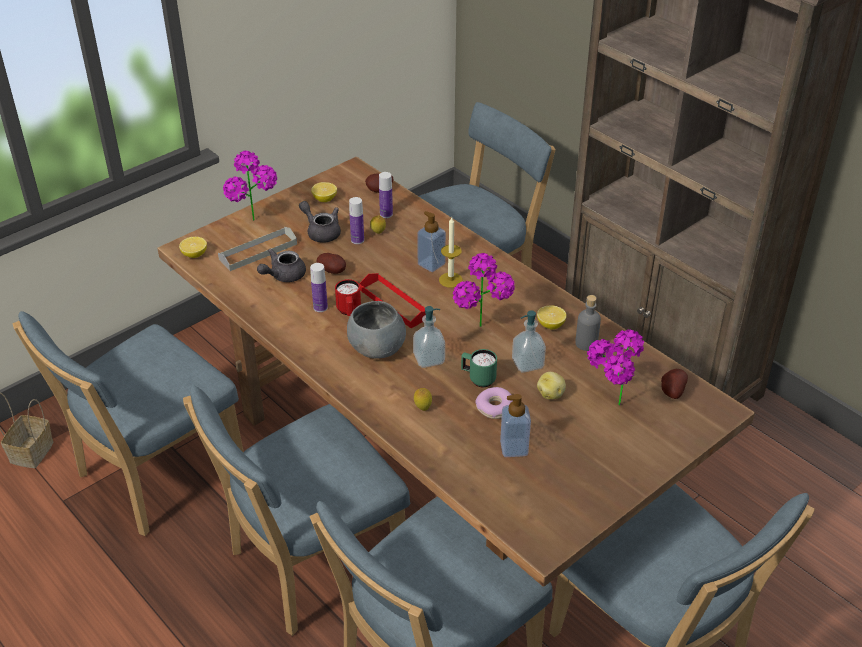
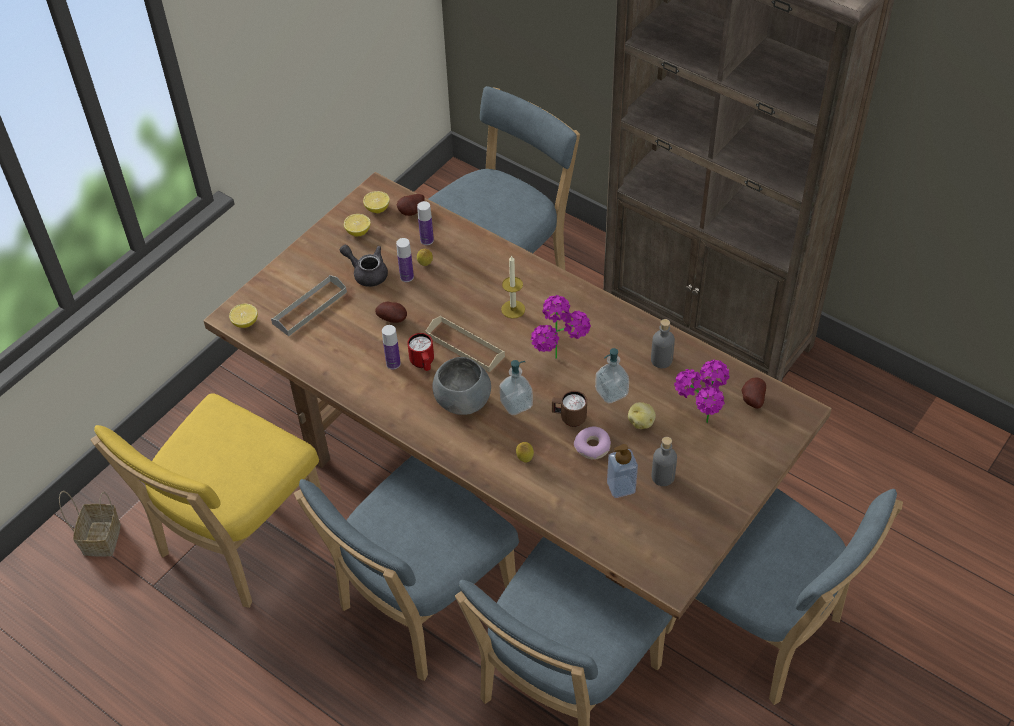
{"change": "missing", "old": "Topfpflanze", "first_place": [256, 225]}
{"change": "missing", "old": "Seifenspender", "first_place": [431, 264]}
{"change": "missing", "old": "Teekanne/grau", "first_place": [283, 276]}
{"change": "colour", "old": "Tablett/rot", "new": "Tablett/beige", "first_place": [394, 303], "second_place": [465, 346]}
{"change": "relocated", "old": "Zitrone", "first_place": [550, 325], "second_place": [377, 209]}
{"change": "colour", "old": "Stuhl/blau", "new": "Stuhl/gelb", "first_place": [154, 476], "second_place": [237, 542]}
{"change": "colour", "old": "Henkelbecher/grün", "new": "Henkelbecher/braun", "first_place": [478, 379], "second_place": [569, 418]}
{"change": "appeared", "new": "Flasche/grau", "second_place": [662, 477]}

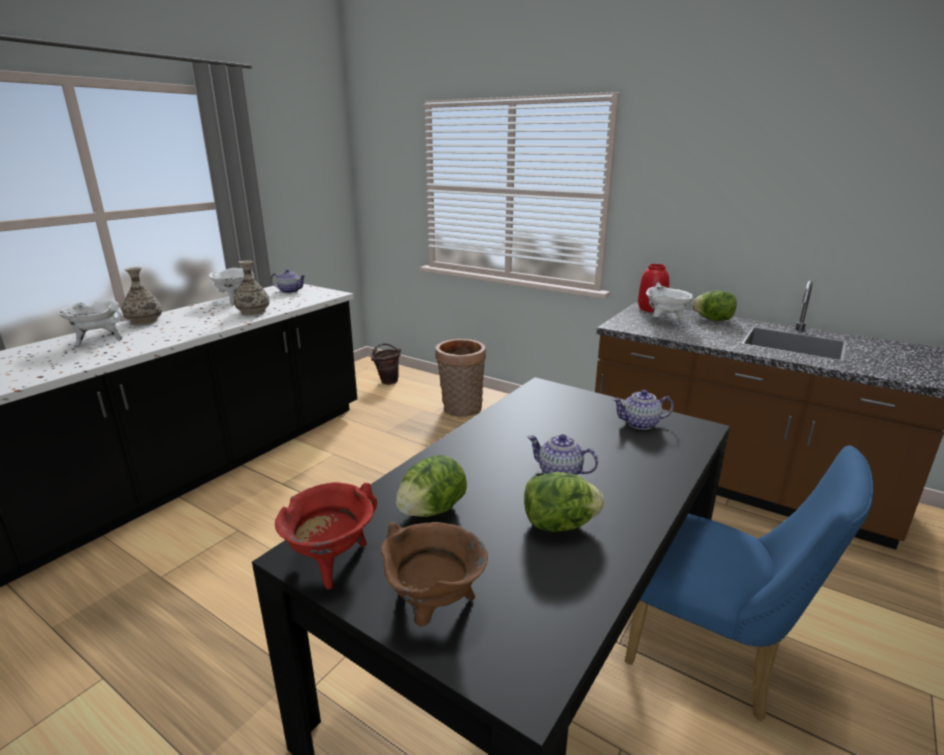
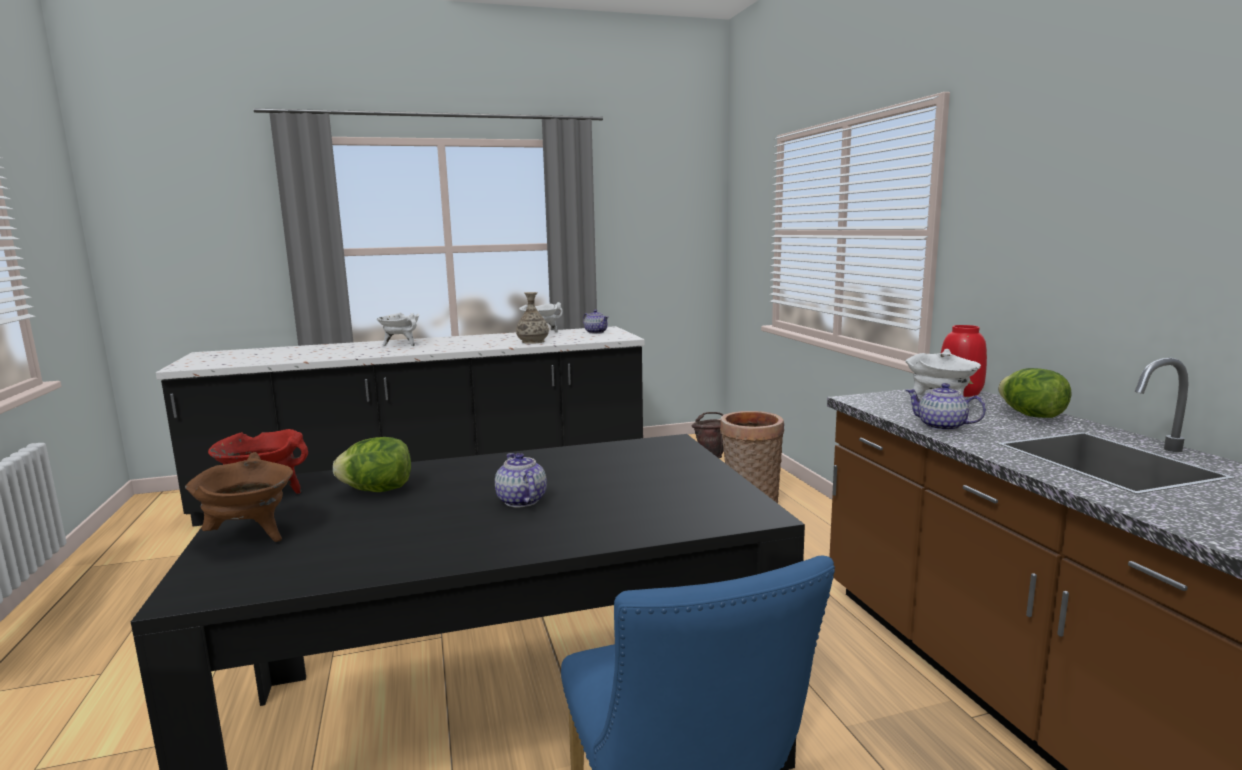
{"change": "missing", "old": "Vase", "first_place": [144, 321]}
{"change": "relocated", "old": "Teekanne", "first_place": [641, 424], "second_place": [942, 426]}
{"change": "missing", "old": "Salatkopf", "first_place": [559, 524]}

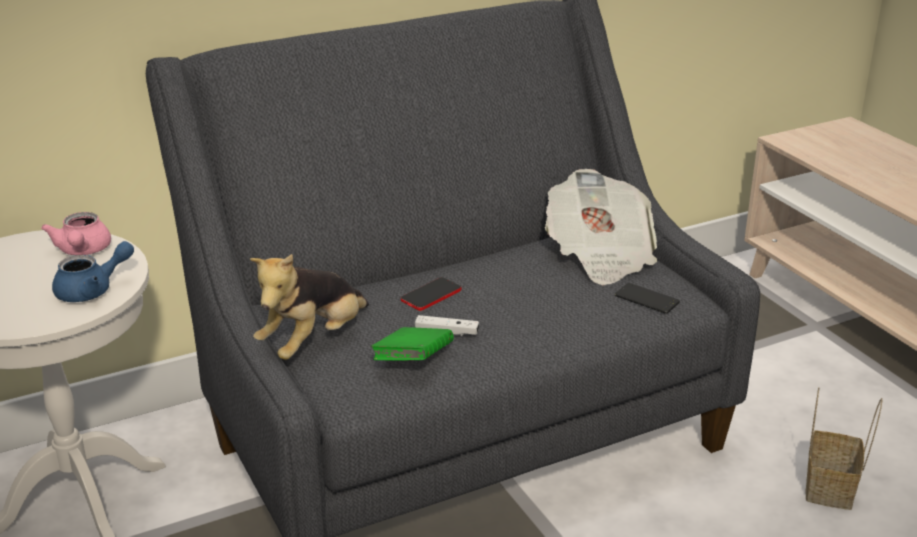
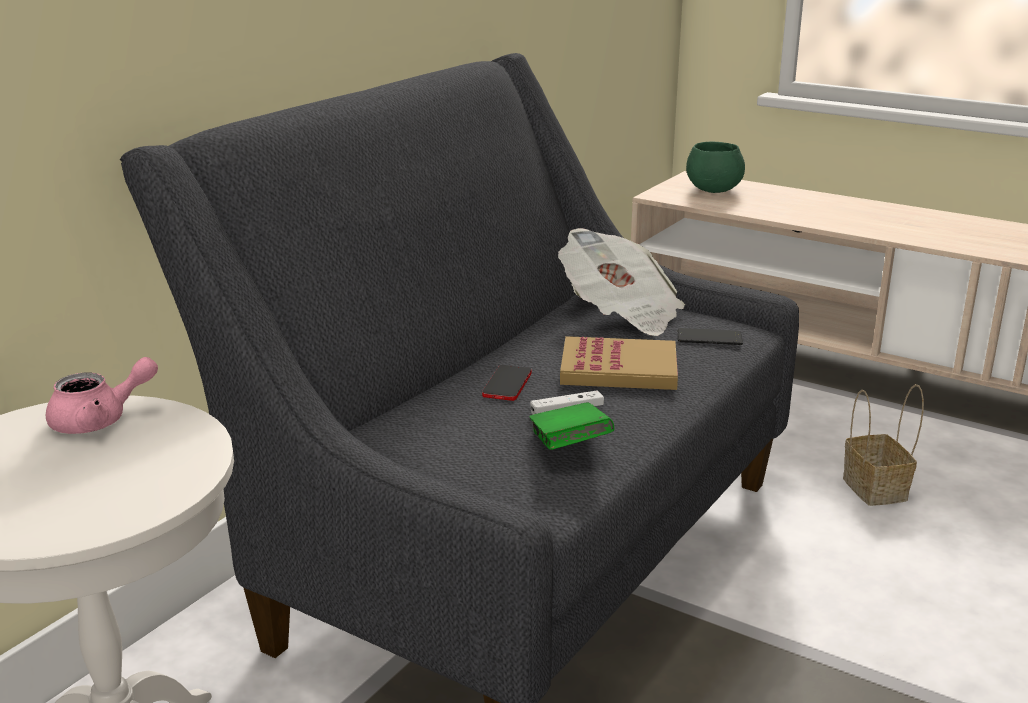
{"change": "spun", "old": "Teekanne/rosa", "first_place": [82, 251], "second_place": [100, 420], "degrees": -75}
{"change": "missing", "old": "Teekanne/blau", "first_place": [92, 290]}
{"change": "missing", "old": "Plüschtier", "first_place": [313, 342]}
{"change": "appeared", "new": "Schüssel/grün", "second_place": [714, 190]}
{"change": "appeared", "new": "Buch", "second_place": [618, 369]}

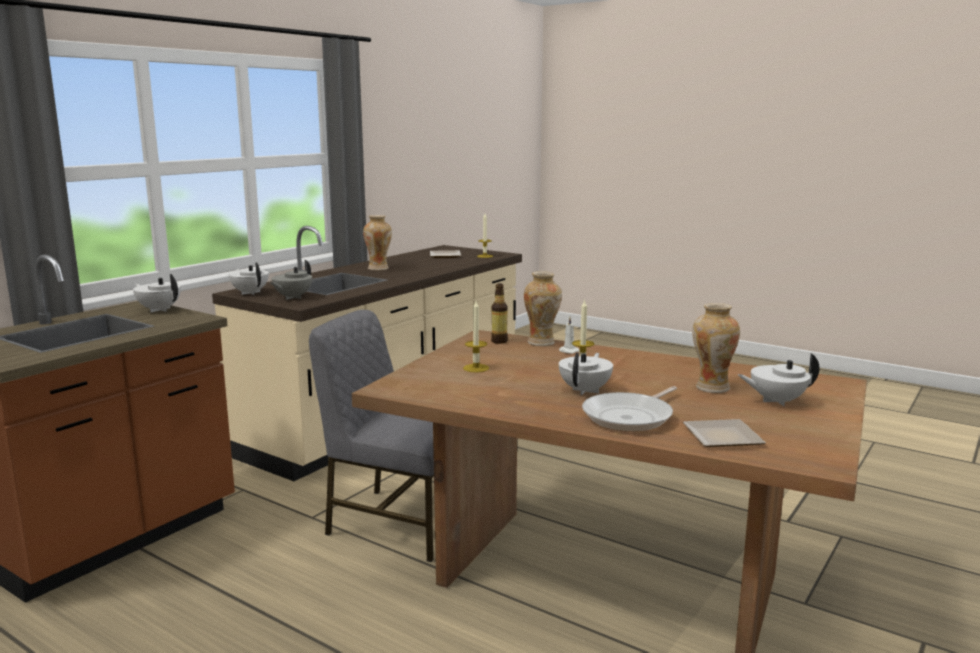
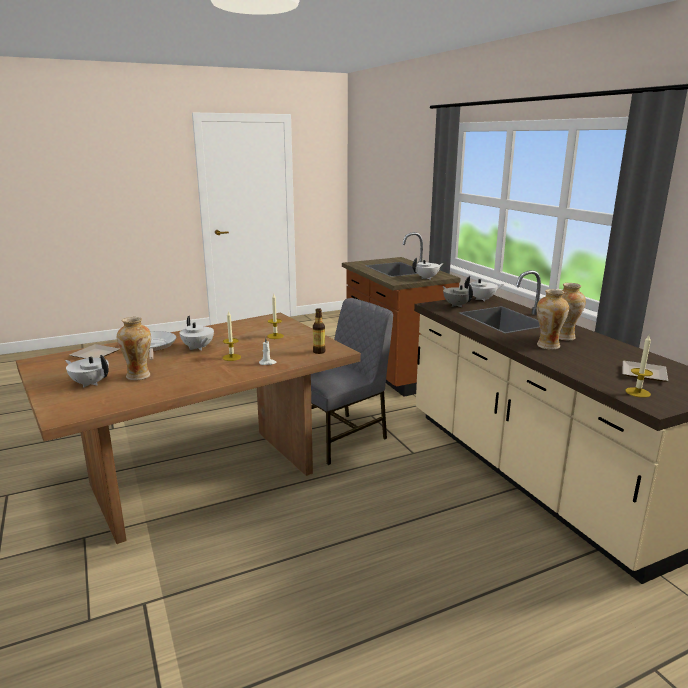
{"change": "relocated", "old": "Vase", "first_place": [541, 343], "second_place": [547, 346]}
{"change": "spun", "old": "Teekanne/weiß", "first_place": [776, 401], "second_place": [90, 383], "degrees": -90}

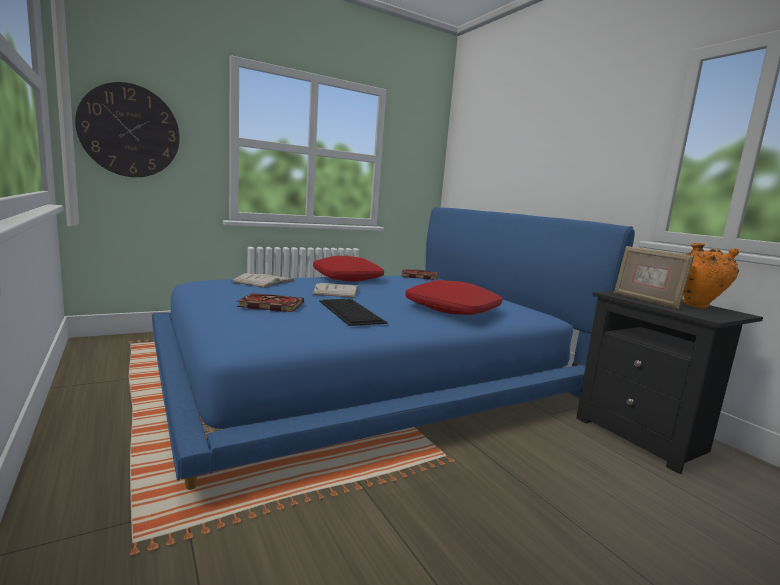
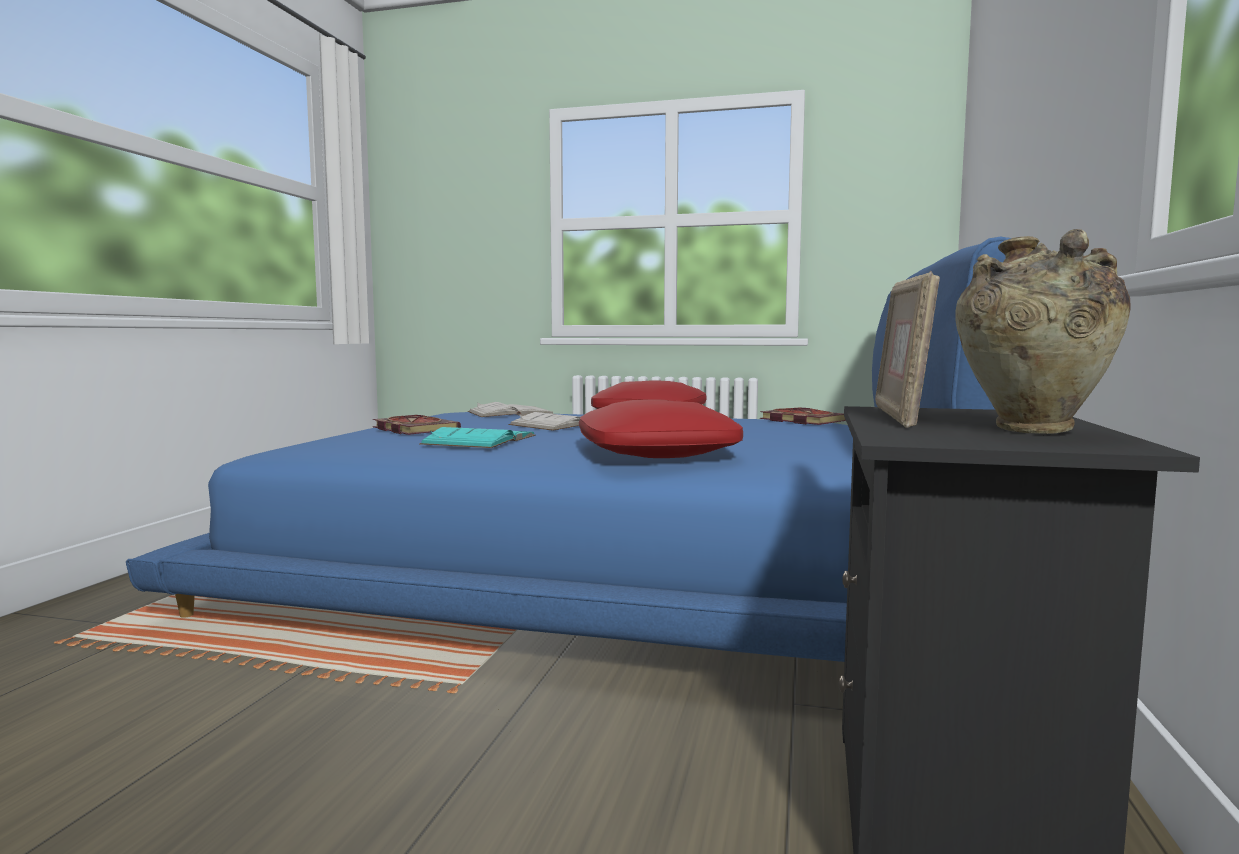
{"change": "missing", "old": "Wanduhr", "first_place": [130, 131]}
{"change": "colour", "old": "Vase/orange", "new": "Vase/beige", "first_place": [698, 307], "second_place": [1031, 431]}
{"change": "exchanged", "old": "Tastatur", "new": "Buch/türkis", "first_place": [350, 311], "second_place": [480, 440]}

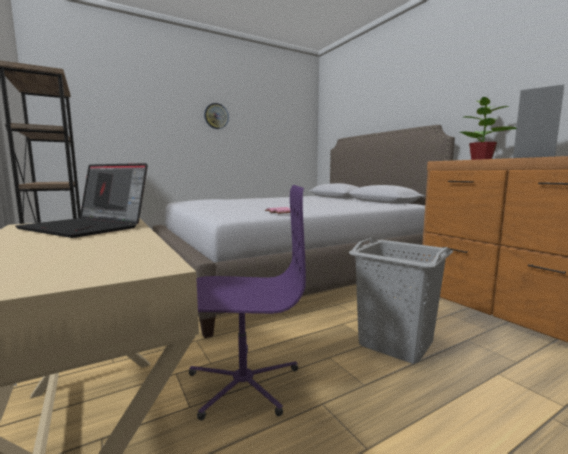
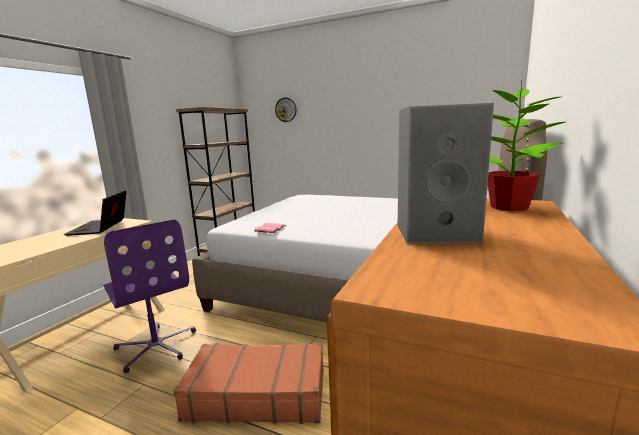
{"change": "relocated", "old": "Wanduhr", "first_place": [216, 116], "second_place": [286, 109]}
{"change": "exchanged", "old": "Wäschekorb/grau", "new": "Koffer/braun", "first_place": [396, 343], "second_place": [257, 393]}

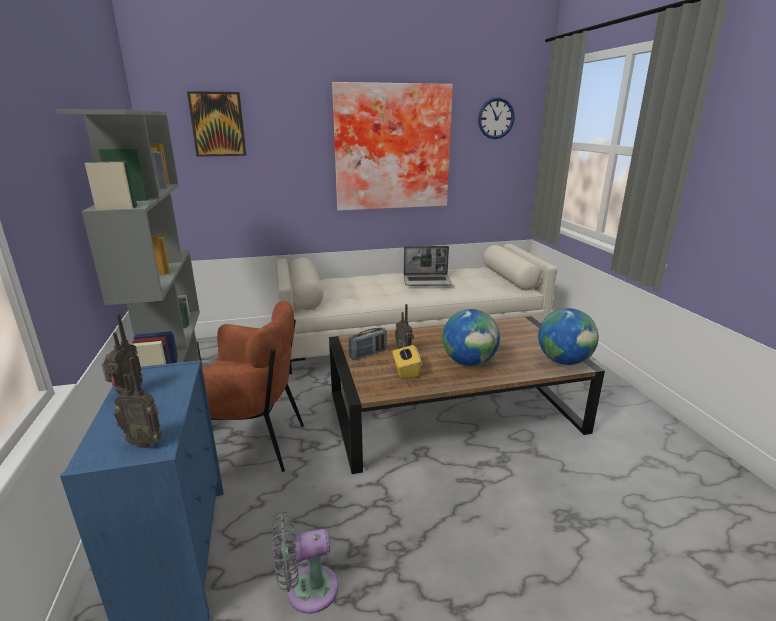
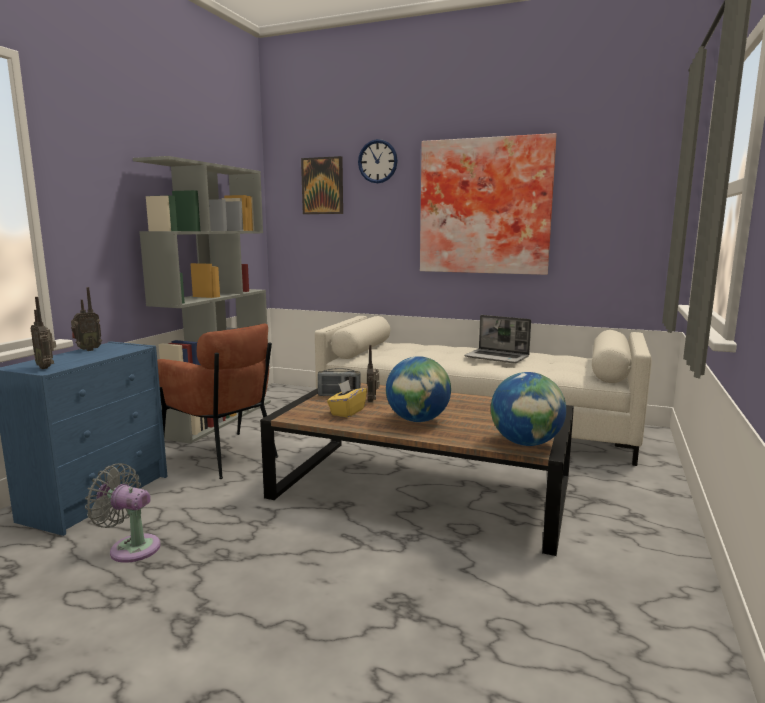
{"change": "relocated", "old": "Wanduhr", "first_place": [496, 118], "second_place": [377, 161]}

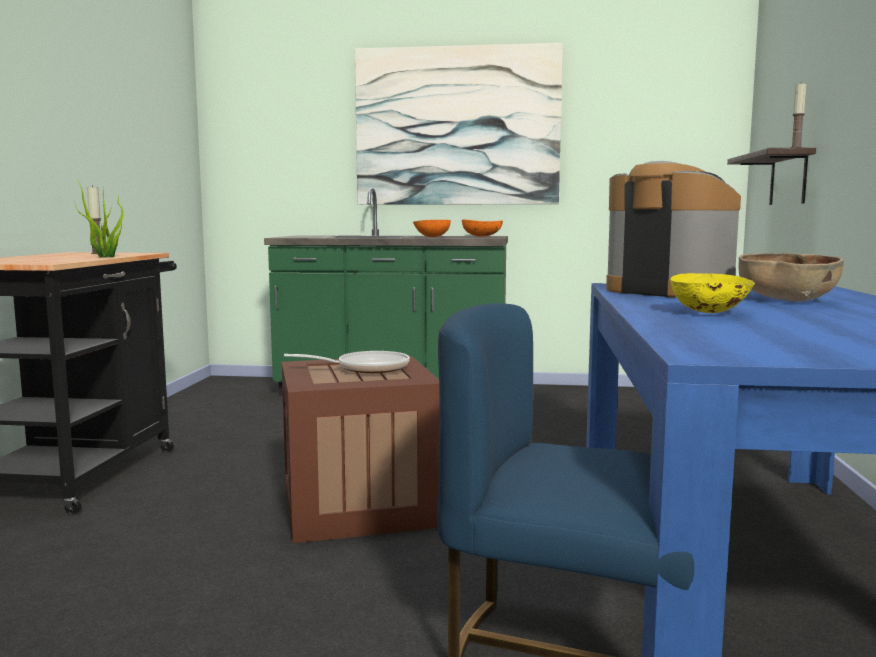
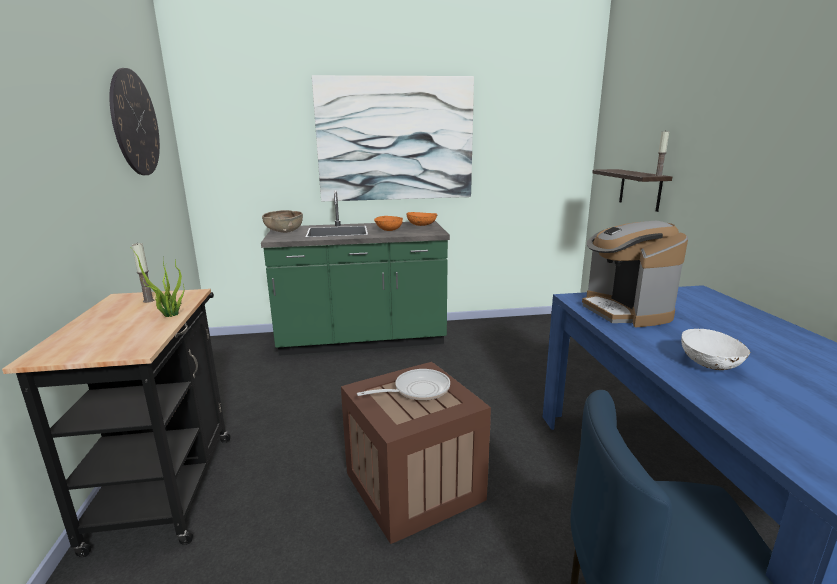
{"change": "spun", "old": "Kaffeemaschine", "first_place": [668, 291], "second_place": [625, 311], "degrees": -135}
{"change": "relocated", "old": "Schüssel/braun", "first_place": [787, 300], "second_place": [284, 231]}
{"change": "colour", "old": "Schüssel/gelb", "new": "Schüssel/weiß", "first_place": [710, 312], "second_place": [710, 365]}
{"change": "appeared", "new": "Wanduhr", "second_place": [135, 123]}

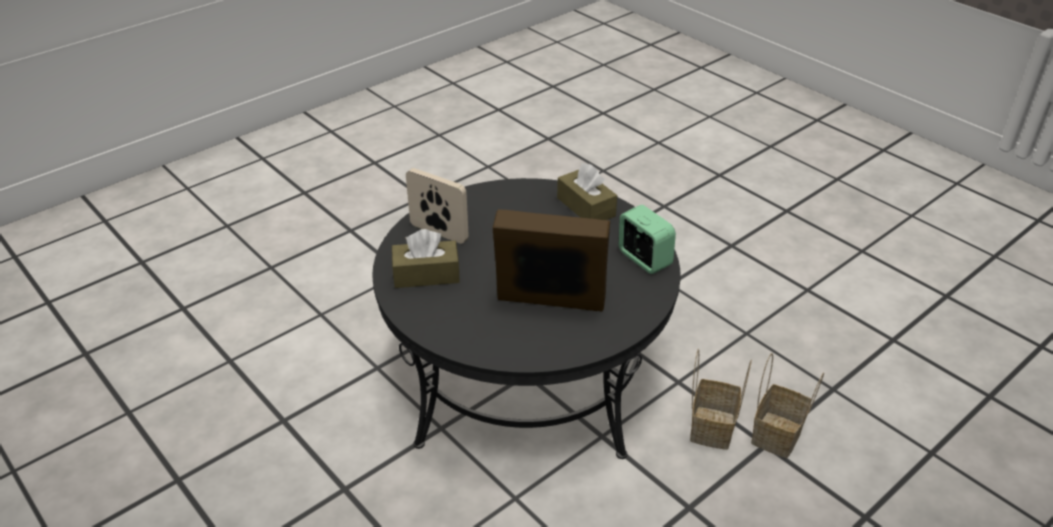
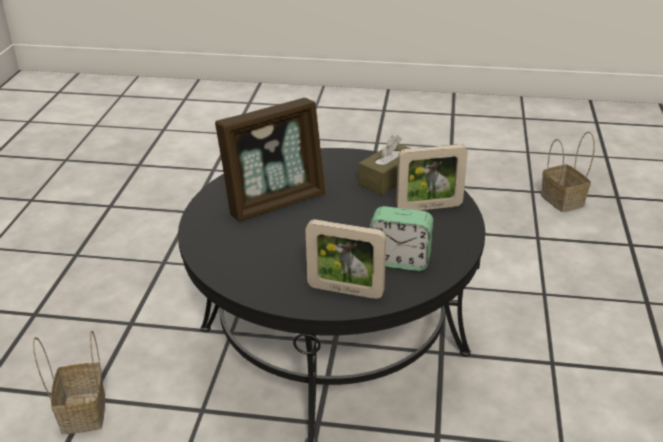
{"change": "exchanged", "old": "Taschentuchbox/braun", "new": "Bilderrahmen", "first_place": [586, 207], "second_place": [345, 290]}
{"change": "relocated", "old": "Wecker", "first_place": [644, 259], "second_place": [399, 260]}
{"change": "relocated", "old": "Korb", "first_place": [711, 426], "second_place": [563, 201]}

